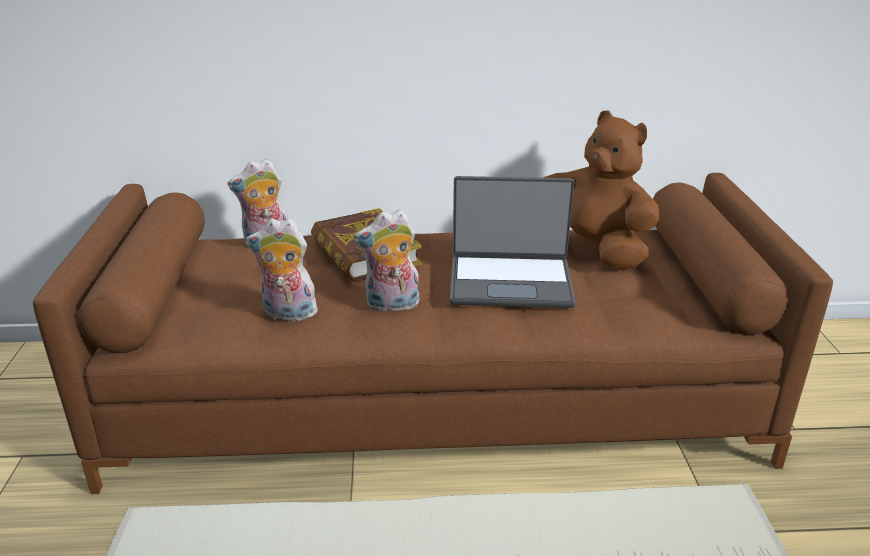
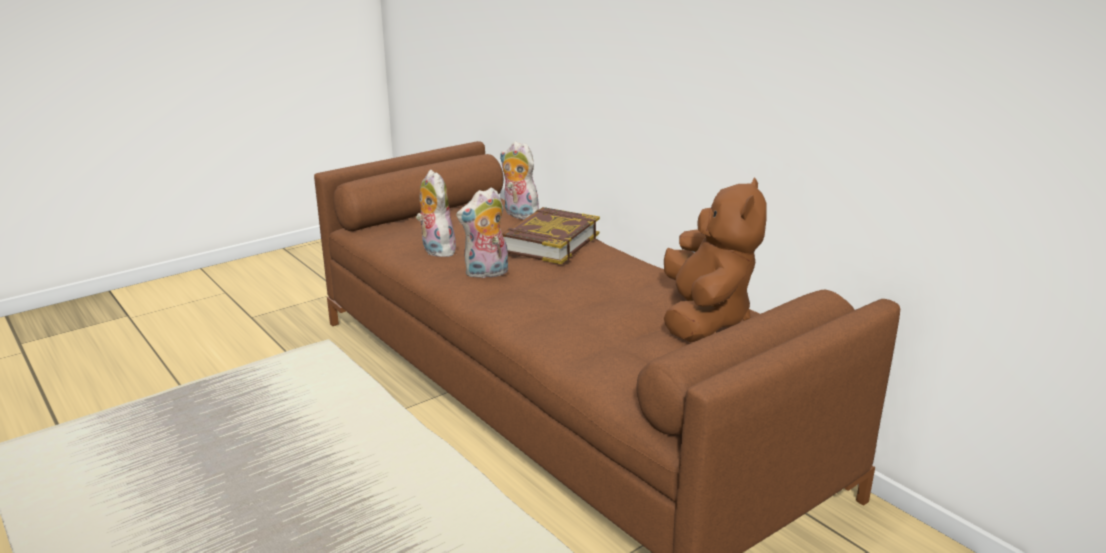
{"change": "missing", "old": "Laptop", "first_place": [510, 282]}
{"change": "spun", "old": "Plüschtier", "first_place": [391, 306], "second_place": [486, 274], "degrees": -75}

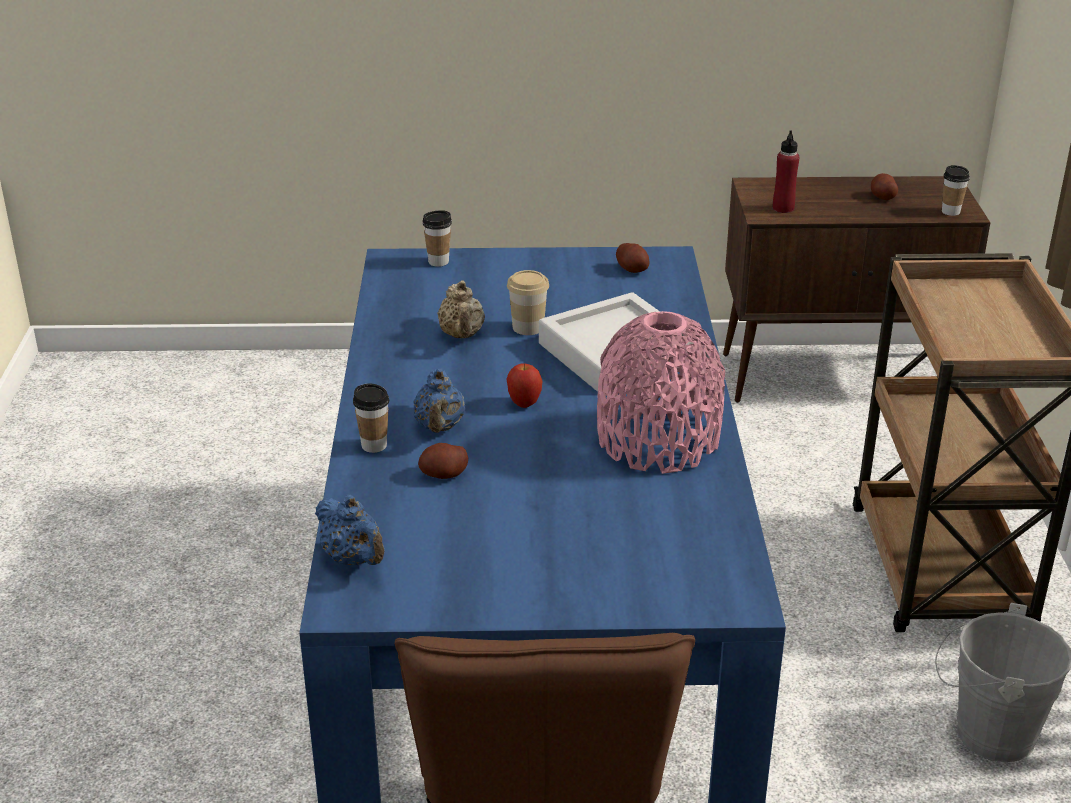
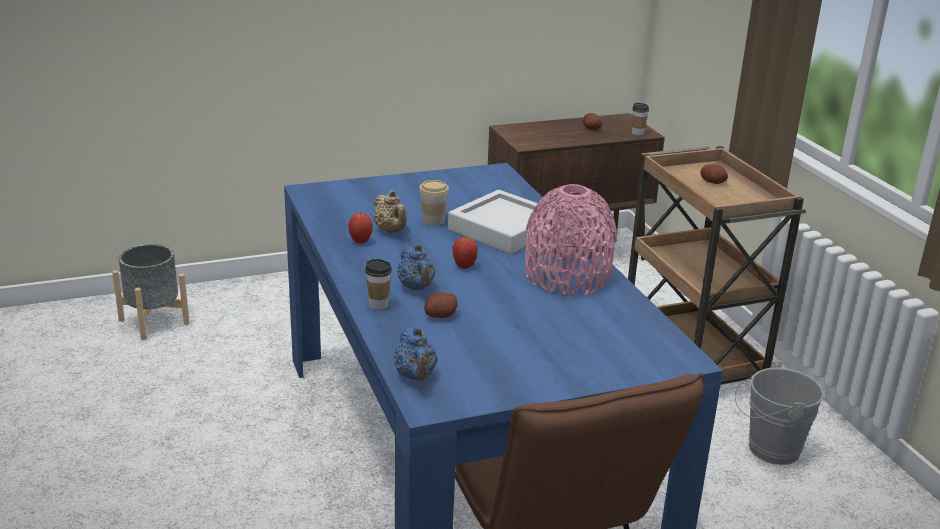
{"change": "missing", "old": "Flasche/rot", "first_place": [783, 208]}
{"change": "missing", "old": "Tasse", "first_place": [438, 262]}
{"change": "relocated", "old": "Kartoffel", "first_place": [632, 269], "second_place": [713, 182]}
{"change": "spun", "old": "Teekanne/blau", "first_place": [354, 559], "second_place": [415, 376], "degrees": 45}
{"change": "appeared", "new": "Apfel", "second_place": [360, 241]}
{"change": "appeared", "new": "Pflanzkübel/grau", "second_place": [153, 322]}

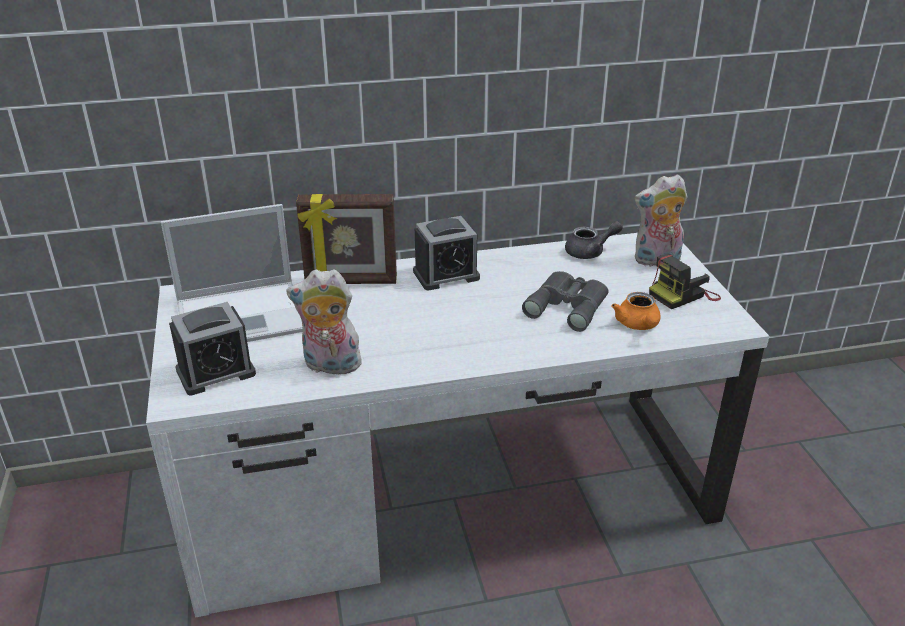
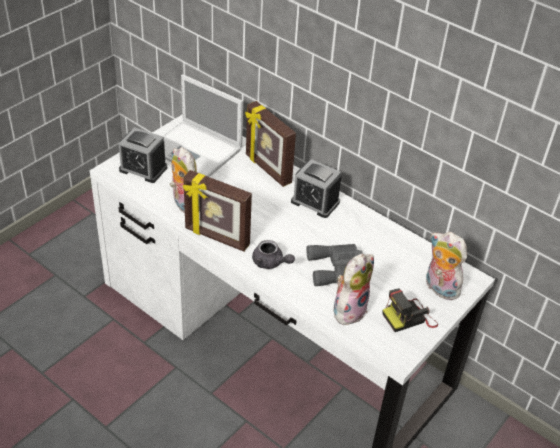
{"change": "relocated", "old": "Teekanne/grau", "first_place": [590, 252], "second_place": [271, 263]}
{"change": "spun", "old": "Kamera", "first_place": [683, 295], "second_place": [409, 317], "degrees": -45}
{"change": "exchanged", "old": "Teekanne/orange", "new": "Plüschtier", "first_place": [638, 325], "second_place": [349, 309]}
{"change": "appeared", "new": "Bilderrahmen", "second_place": [216, 237]}

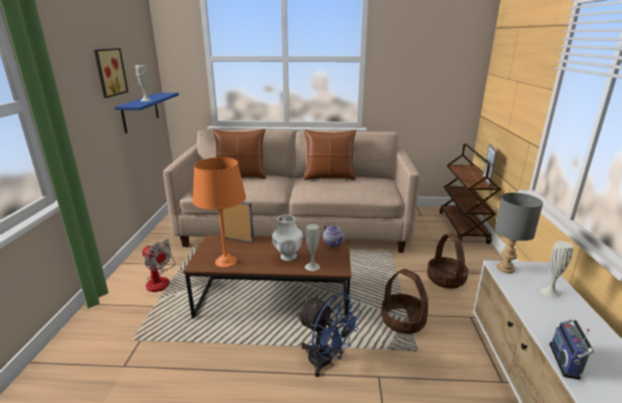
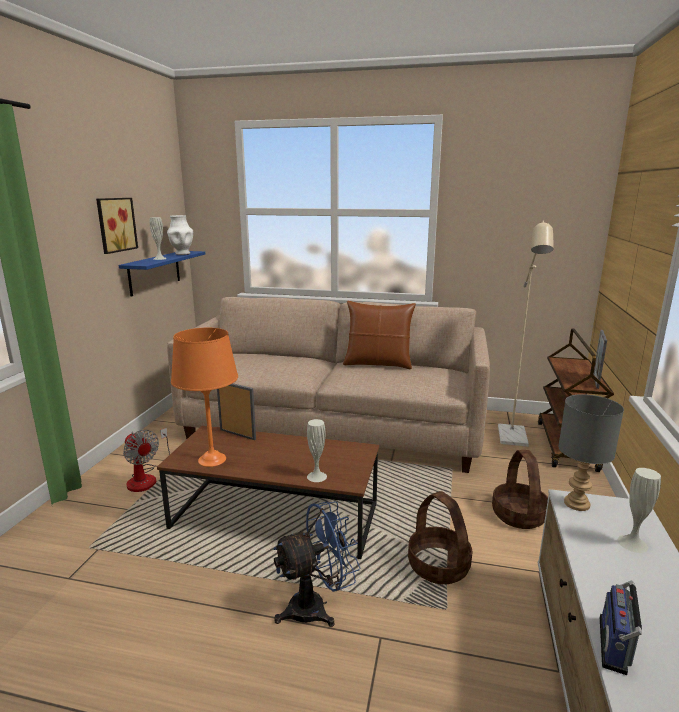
{"change": "missing", "old": "Kissen/braun", "first_place": [241, 176]}
{"change": "relocated", "old": "Vase/weiß", "first_place": [288, 257], "second_place": [182, 254]}
{"change": "missing", "old": "Teekanne", "first_place": [333, 243]}
{"change": "spun", "old": "Ventilator/blau", "first_place": [326, 361], "second_place": [316, 606], "degrees": -75}
{"change": "appeared", "new": "Stehlampe/beige", "second_place": [513, 440]}

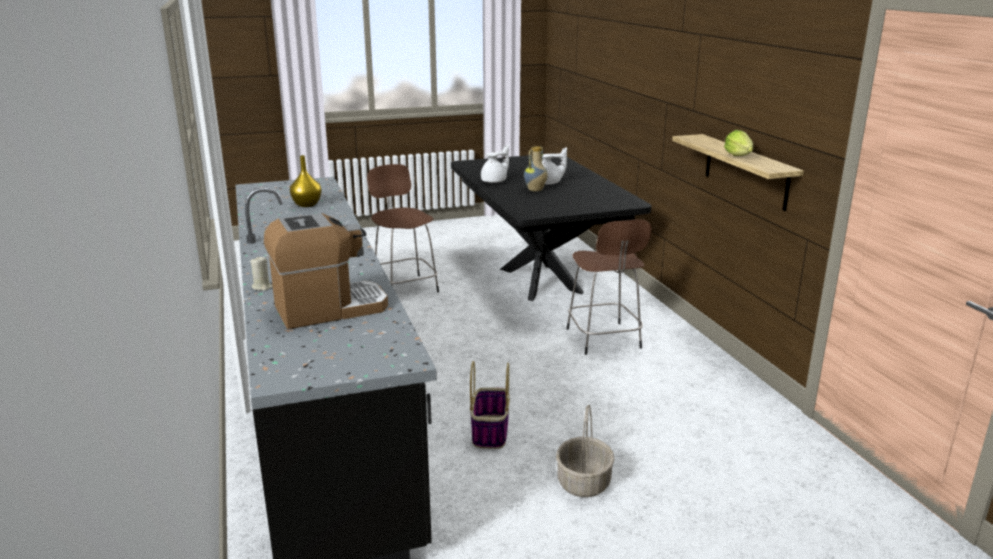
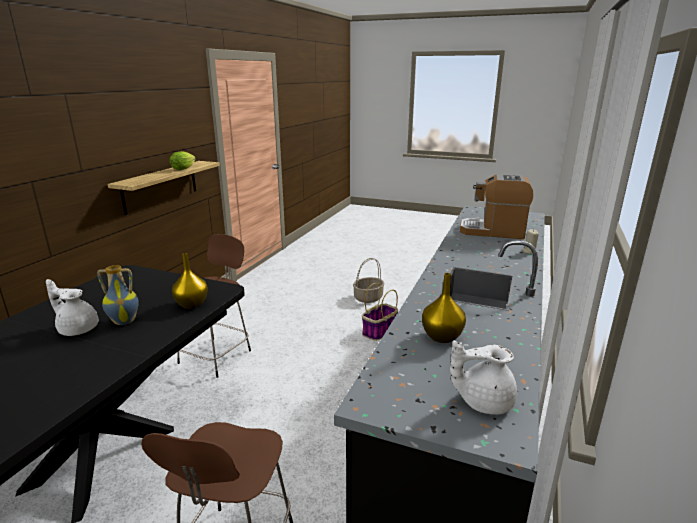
{"change": "relocated", "old": "Teekanne/weiß", "first_place": [495, 181], "second_place": [483, 401]}
{"change": "appeared", "new": "Vase/gelb", "second_place": [191, 304]}

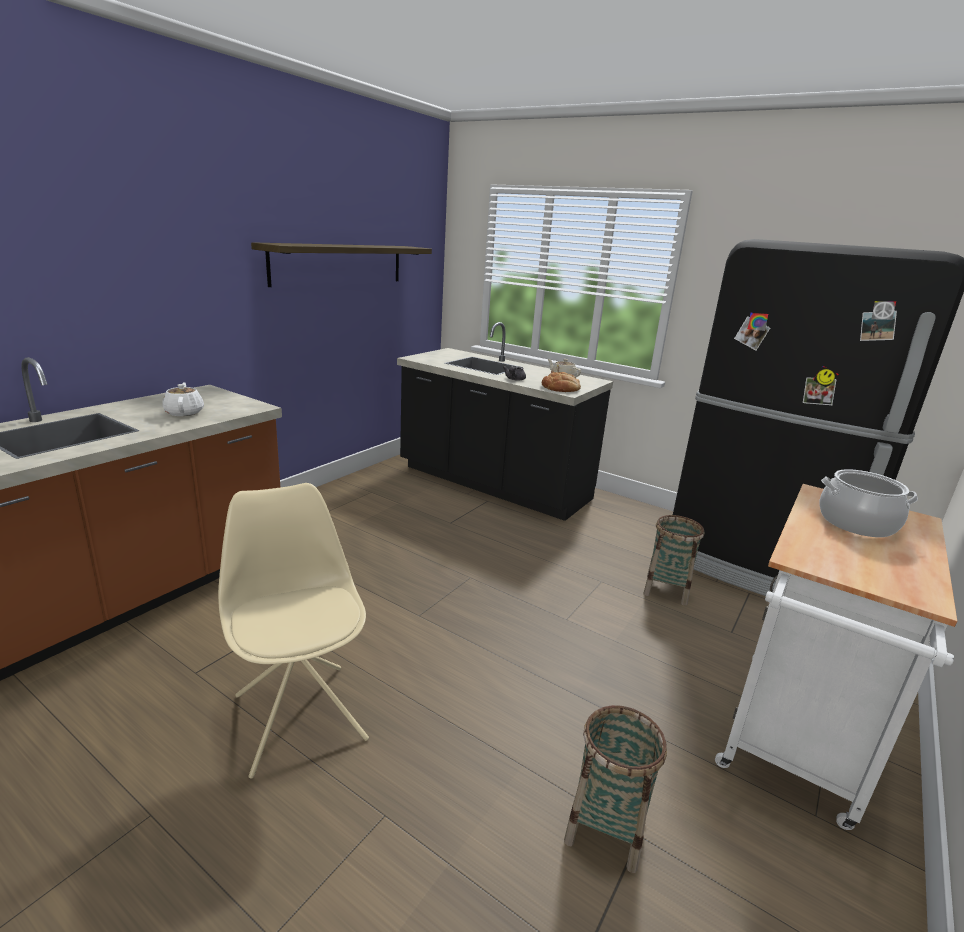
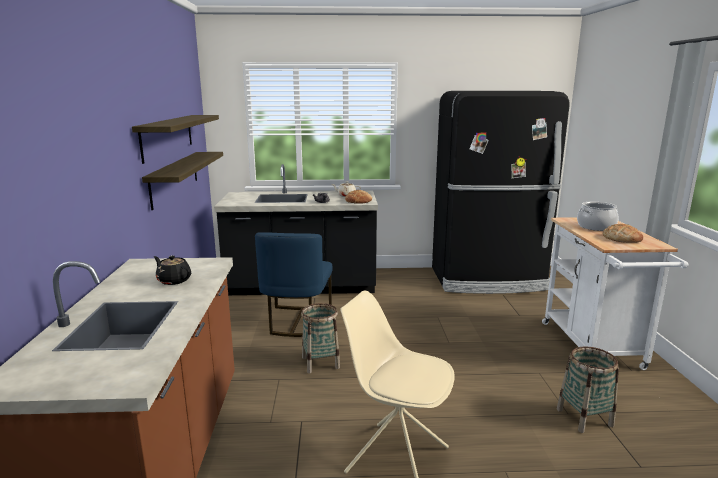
{"change": "colour", "old": "Teekanne/weiß", "new": "Teekanne/schwarz", "first_place": [184, 412], "second_place": [173, 280]}
{"change": "relocated", "old": "Korb", "first_place": [666, 589], "second_place": [320, 362]}
{"change": "appeared", "new": "Wandregal", "second_place": [175, 178]}
{"change": "appeared", "new": "Brot", "second_place": [622, 238]}
{"change": "appeared", "new": "Stuhl/blau", "second_place": [297, 321]}

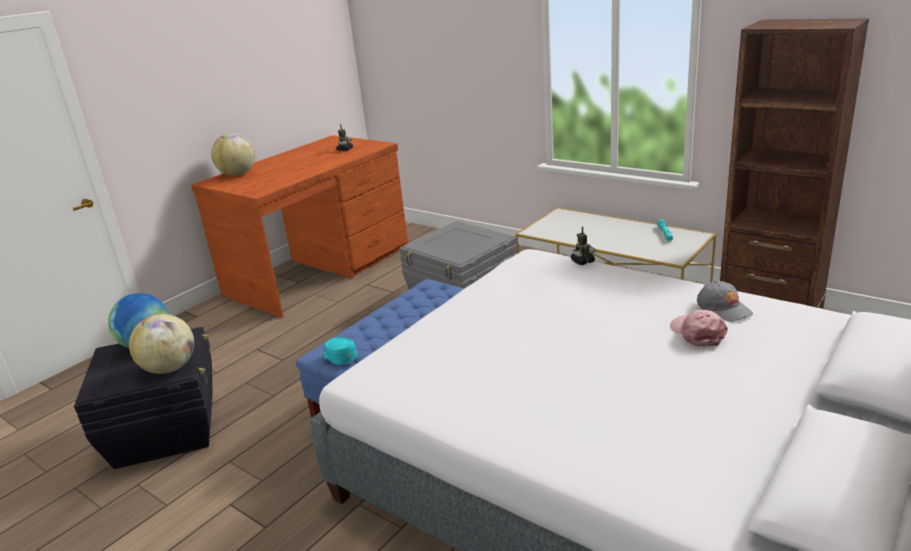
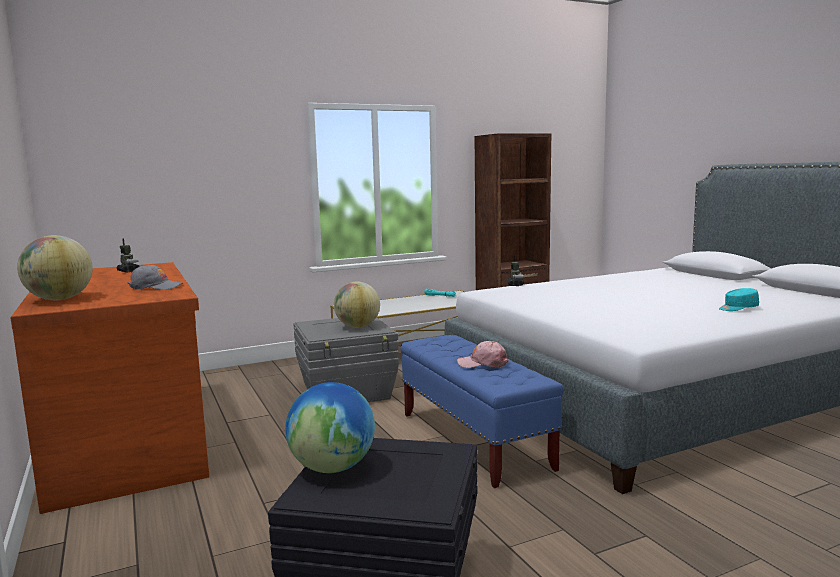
{"change": "relocated", "old": "Kappe/grau", "first_place": [723, 308], "second_place": [155, 287]}
{"change": "relocated", "old": "Kappe/rosa", "first_place": [697, 333], "second_place": [483, 363]}
{"change": "relocated", "old": "Globus", "first_place": [170, 368], "second_place": [357, 326]}
{"change": "relocated", "old": "Kappe/türkis", "first_place": [339, 357], "second_place": [738, 308]}

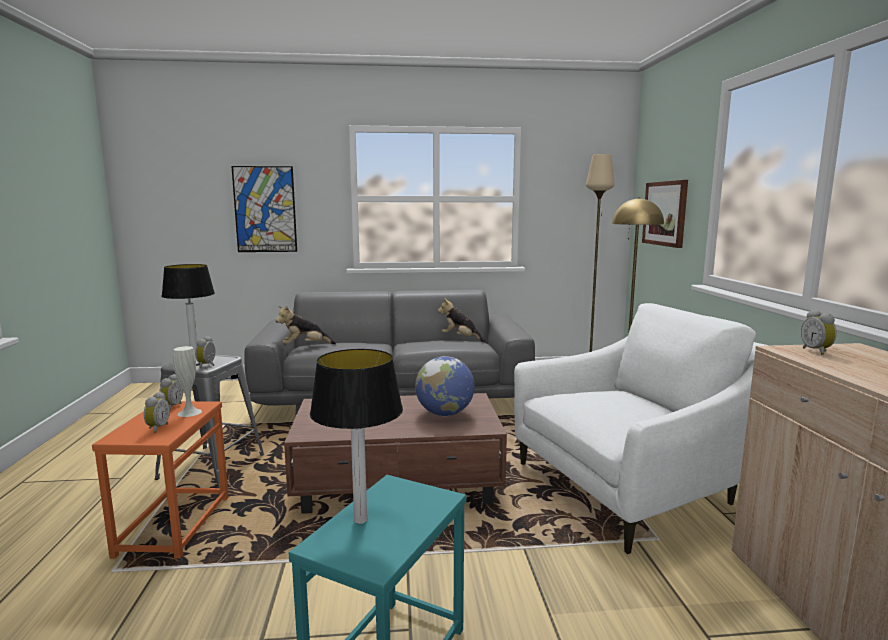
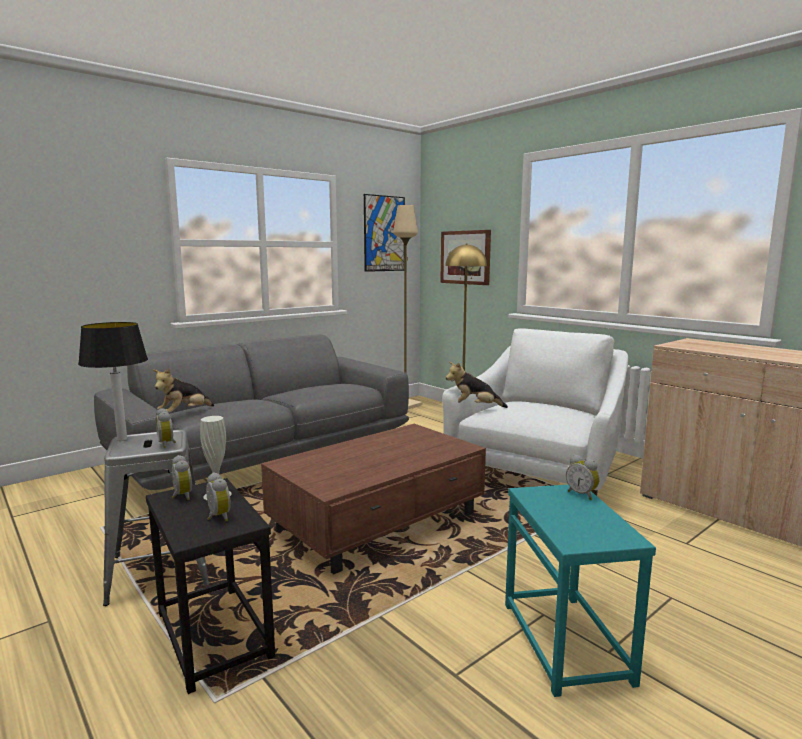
{"change": "relocated", "old": "Bild", "first_place": [265, 209], "second_place": [384, 233]}
{"change": "relocated", "old": "Plüschtier", "first_place": [461, 339], "second_place": [474, 408]}
{"change": "relocated", "old": "Wecker", "first_place": [817, 351], "second_place": [582, 494]}
{"change": "missing", "old": "Tischlampe", "first_place": [361, 520]}
{"change": "missing", "old": "Globus", "first_place": [444, 414]}
{"change": "colour", "old": "Beistelltisch/orange", "new": "Beistelltisch/schwarz", "first_place": [173, 525], "second_place": [212, 636]}

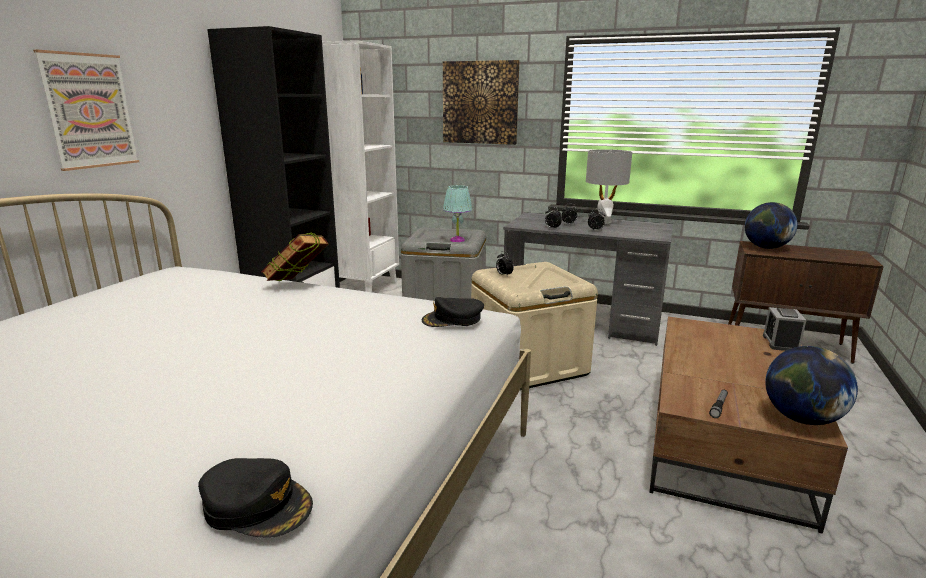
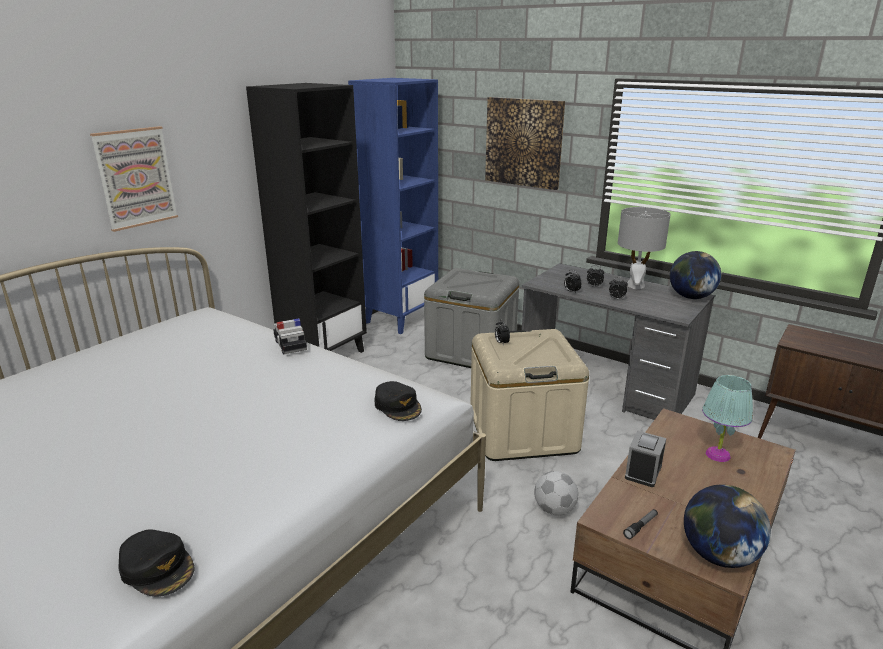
{"change": "colour", "old": "Bücherregal/weiß", "new": "Bücherregal/blau", "first_place": [363, 287], "second_place": [400, 318]}
{"change": "relocated", "old": "Tischlampe/türkis", "first_place": [457, 240], "second_place": [718, 455]}
{"change": "relocated", "old": "Globus", "first_place": [766, 248], "second_place": [691, 297]}
{"change": "exchanged", "old": "Buch", "new": "Spielzeugauto", "first_place": [298, 284], "second_place": [290, 345]}
{"change": "spun", "old": "Kappe/schwarz", "first_place": [453, 319], "second_place": [398, 406], "degrees": -120}
{"change": "relocated", "old": "Wecker", "first_place": [780, 343], "second_place": [643, 472]}
{"change": "appeared", "new": "Fußball", "second_place": [554, 510]}

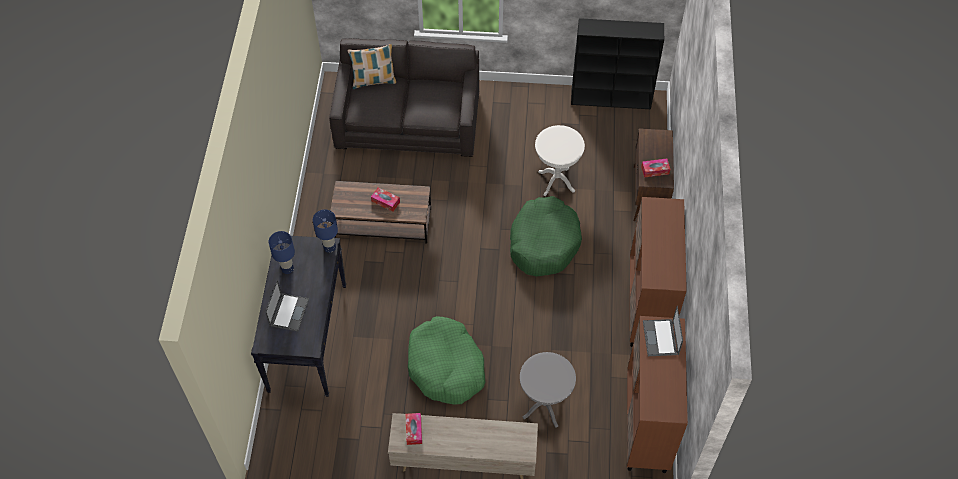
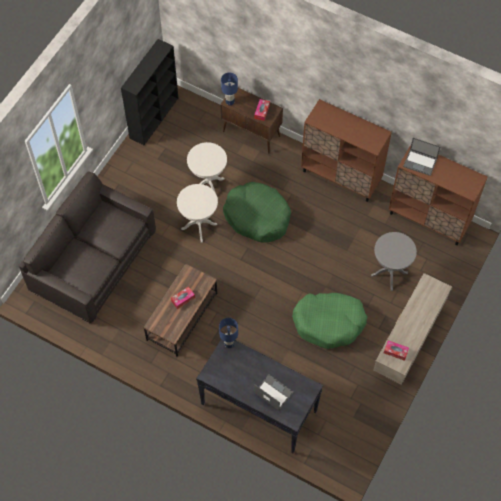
{"change": "missing", "old": "Kissen", "first_place": [373, 81]}
{"change": "relocated", "old": "Tischlampe/blau", "first_place": [287, 269], "second_place": [230, 102]}
{"change": "appeared", "new": "Beistelltisch/weiß", "second_place": [199, 226]}

